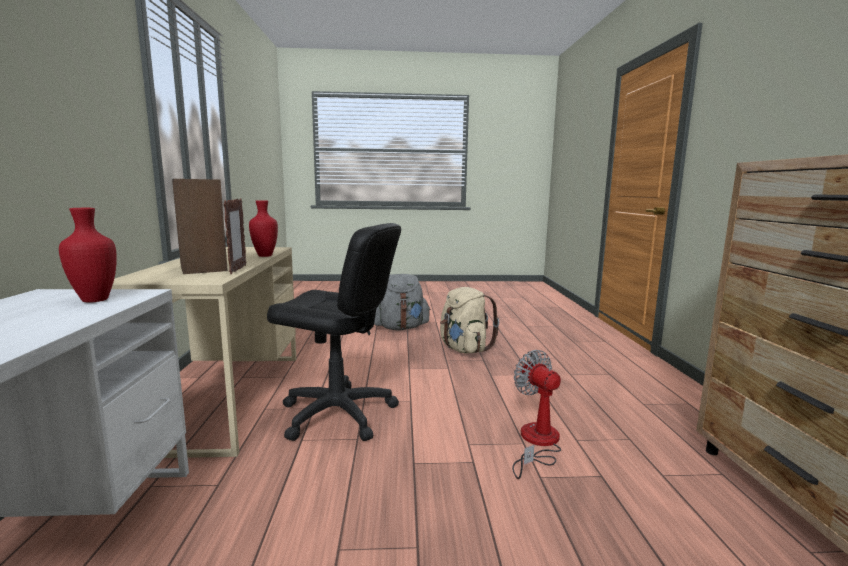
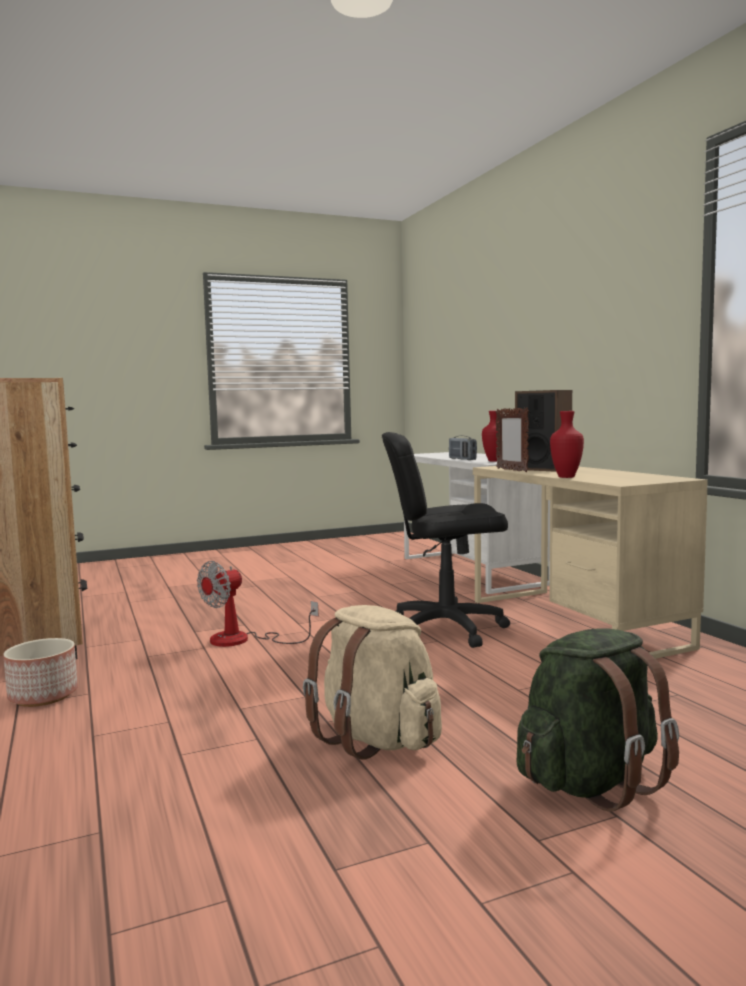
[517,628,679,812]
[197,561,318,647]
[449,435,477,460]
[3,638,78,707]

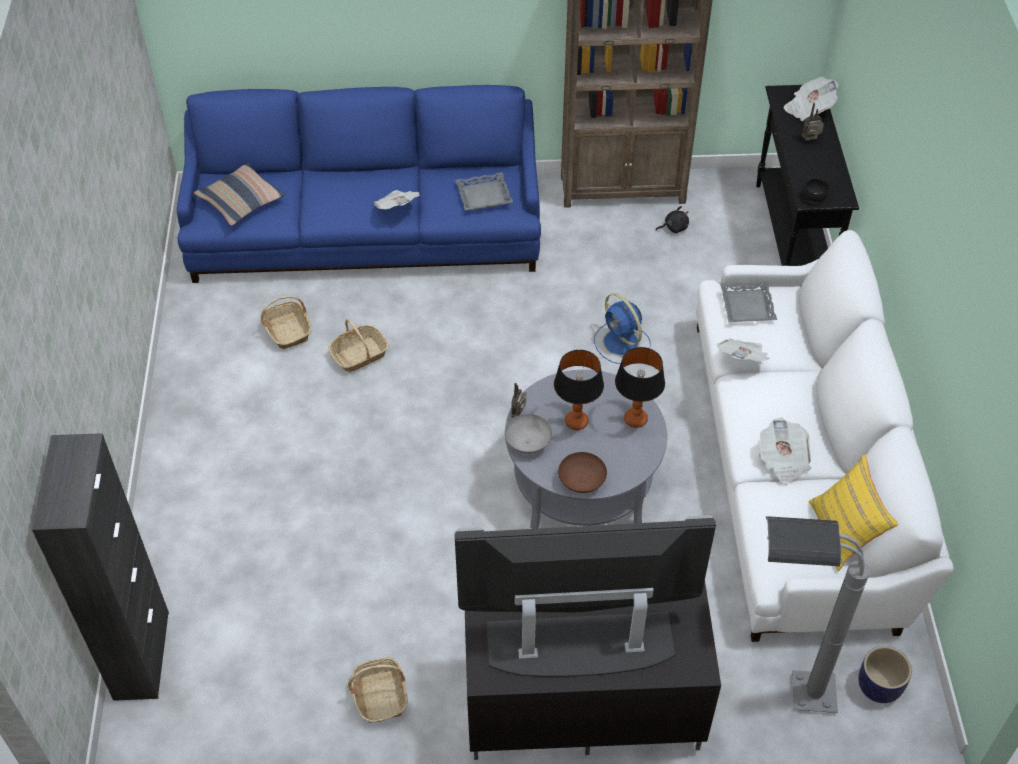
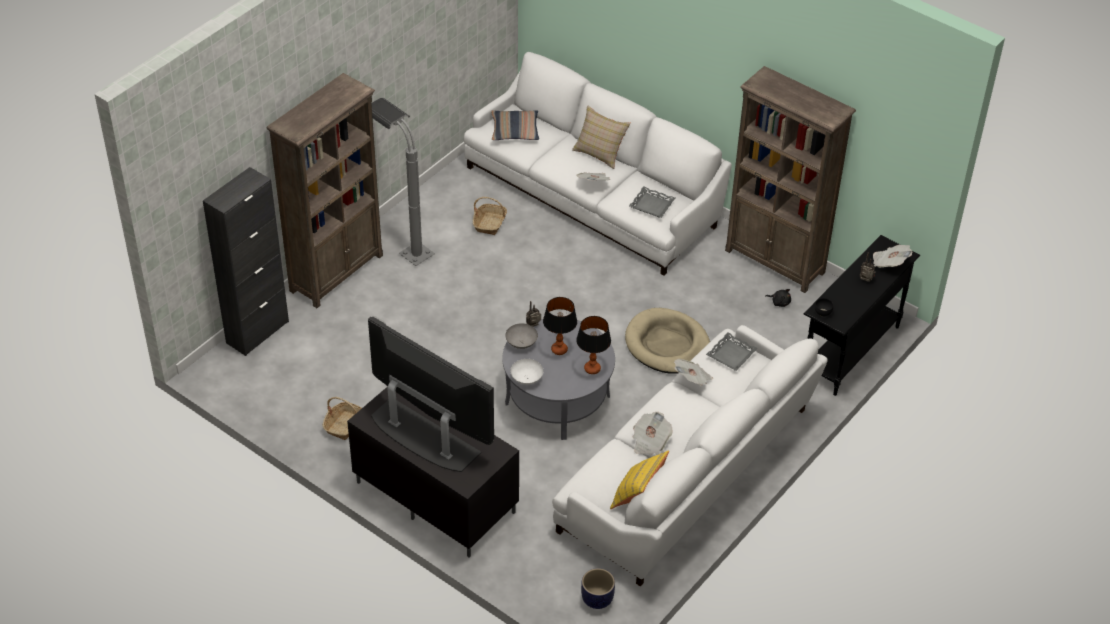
[464,52,732,276]
[625,308,710,374]
[328,319,389,372] (first image)
[510,359,544,385]
[371,98,435,266]
[267,73,383,308]
[572,105,631,169]

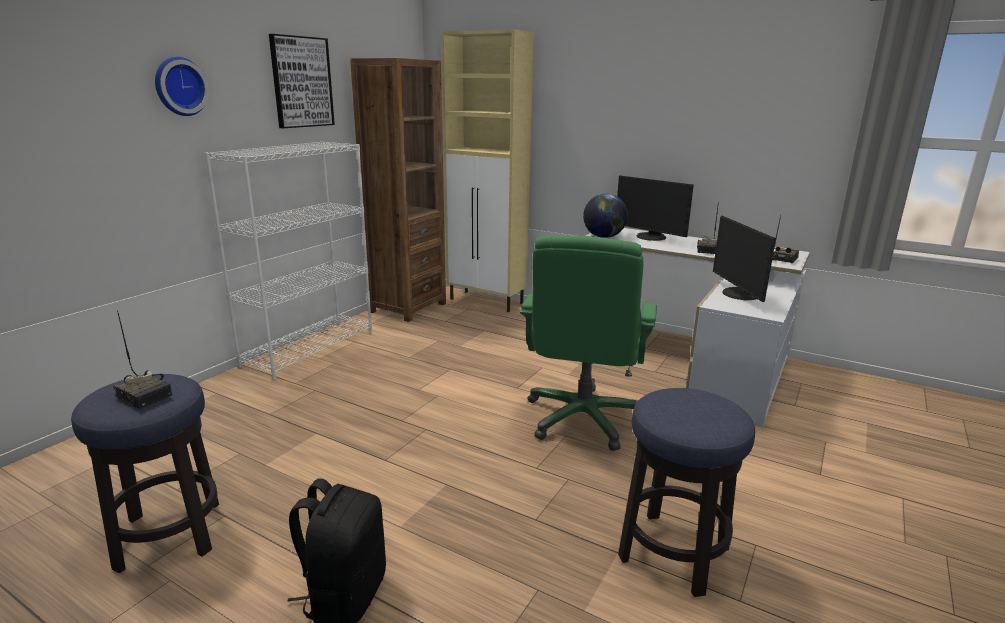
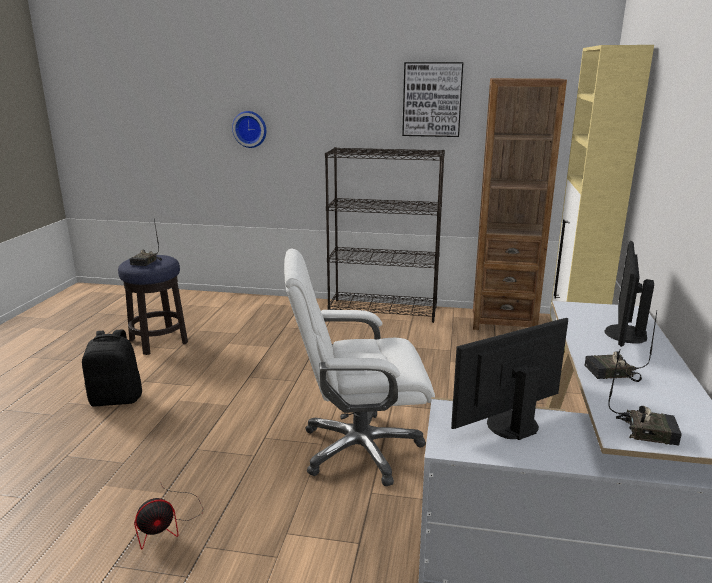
[232,111,266,148]
[325,147,445,323]
[583,194,628,238] (first image)
[284,249,435,486]
[134,482,203,549]

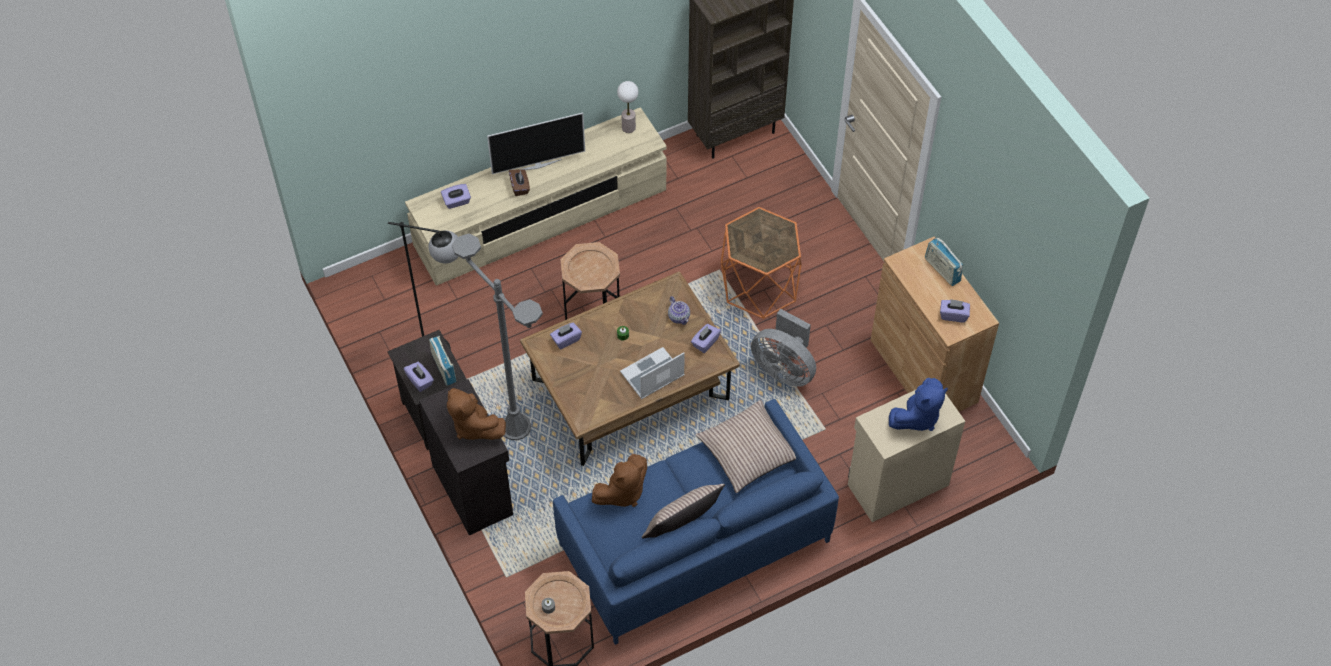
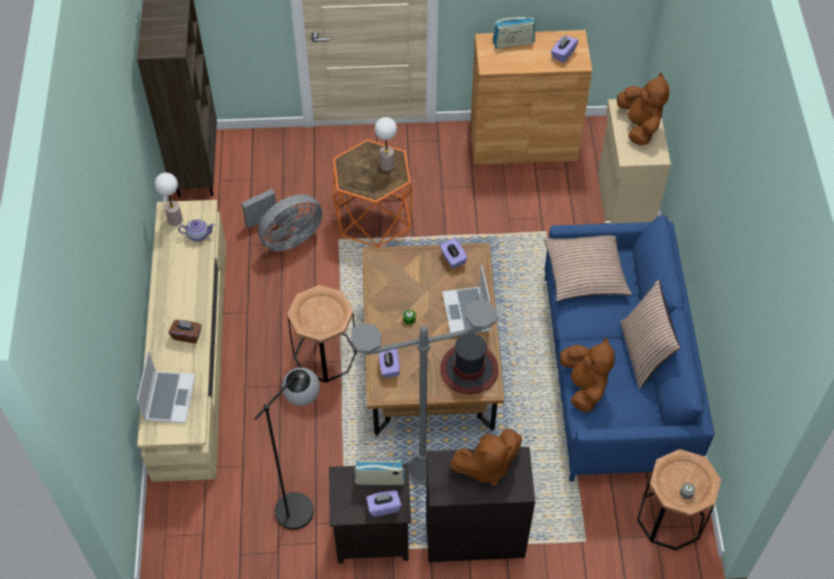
[487,113,585,174] (first image)
[137,351,195,423]
[178,219,215,242]
[242,189,323,251]
[617,73,669,146]
[375,117,397,171]
[440,333,499,394]

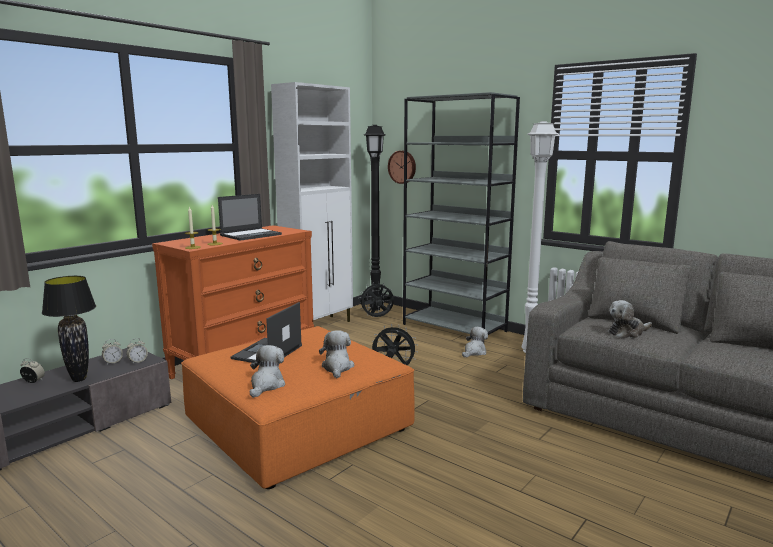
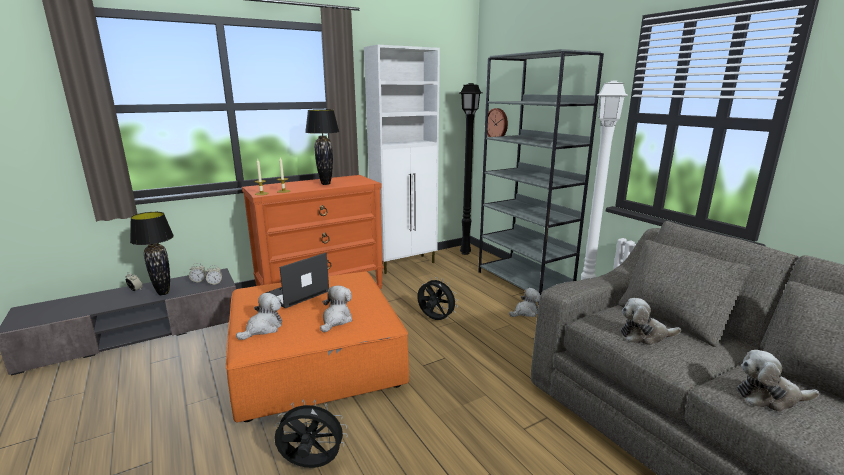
[305,109,339,185]
[274,399,348,468]
[737,350,819,412]

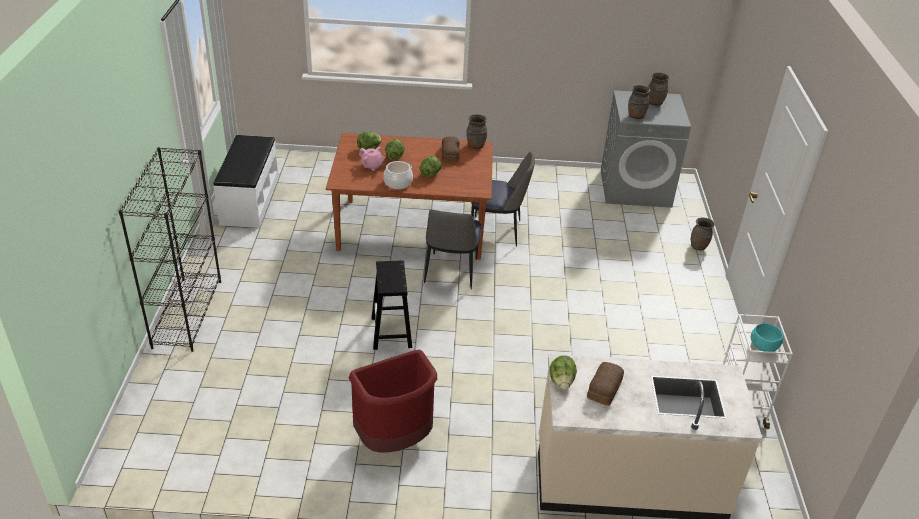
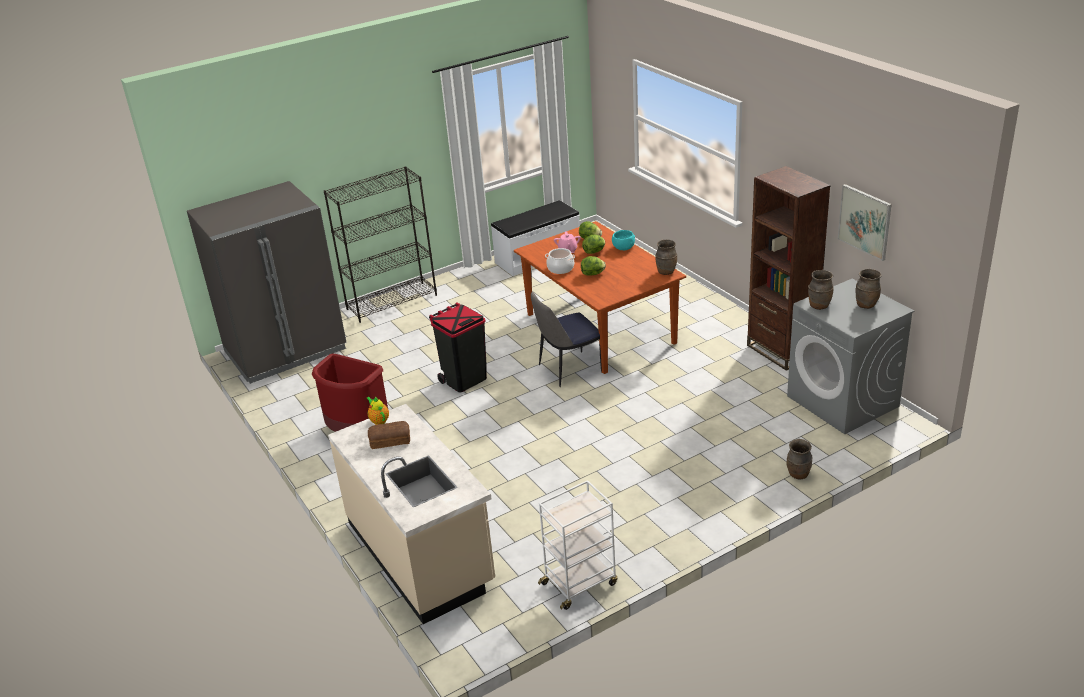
[442,137,460,162] (first image)
[471,152,535,247] (first image)
[429,302,487,392]
[612,230,635,250]
[367,397,389,425]
[747,166,831,371]
[187,181,346,384]
[838,184,892,261]

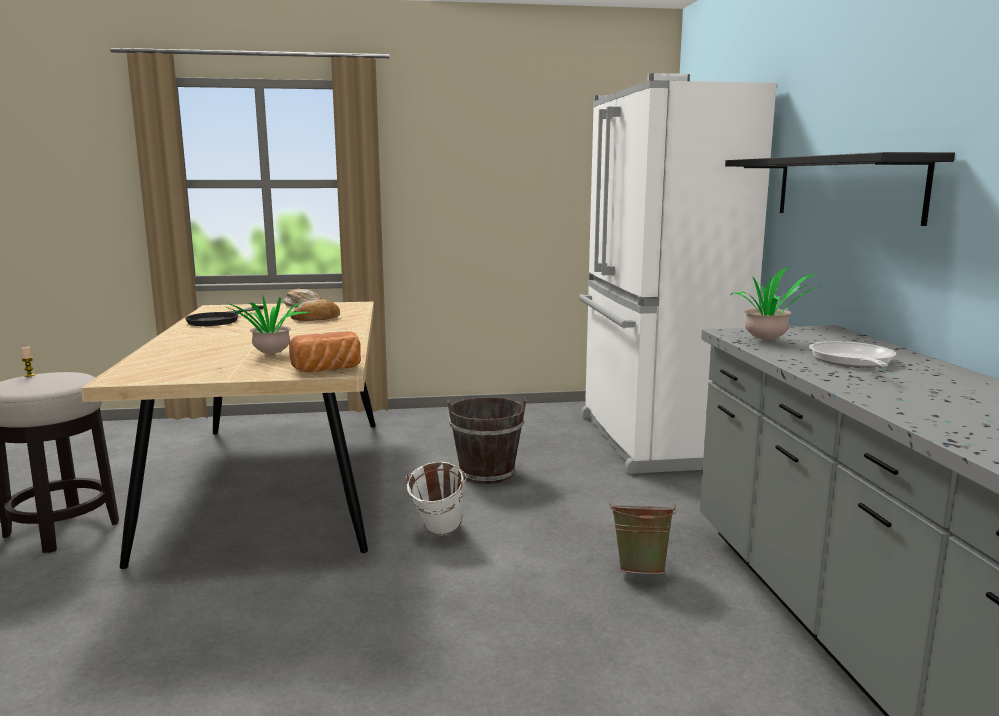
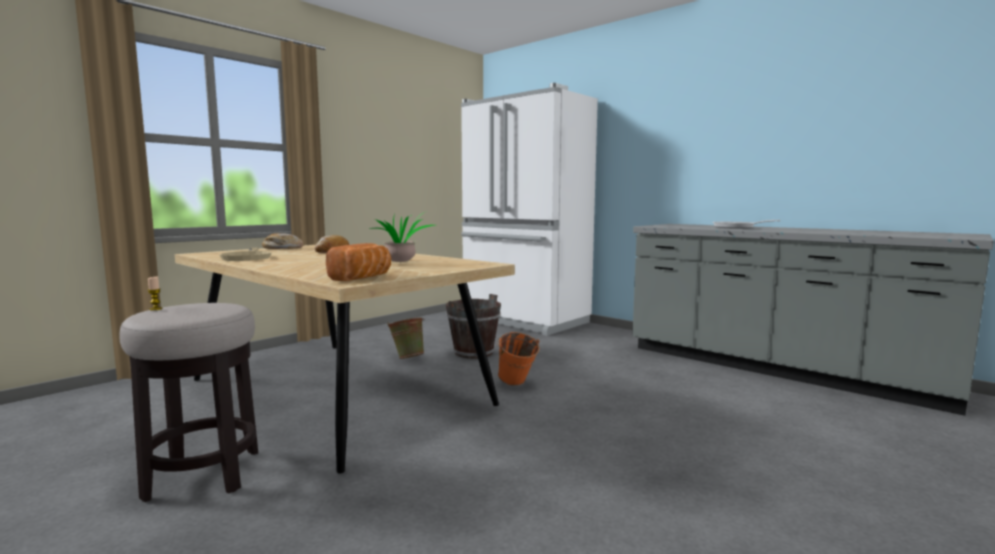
[725,152,955,226] (first image)
[730,266,821,341] (first image)
[219,248,272,261]
[326,243,391,281]
[496,332,540,386]
[387,317,425,359]

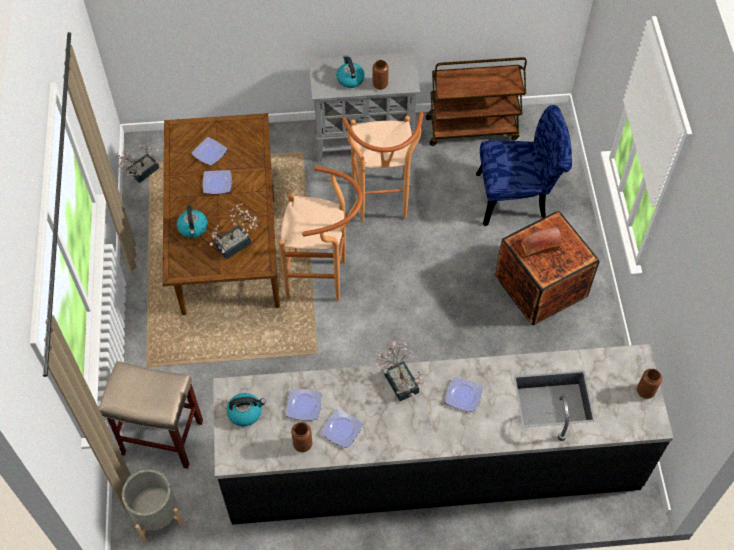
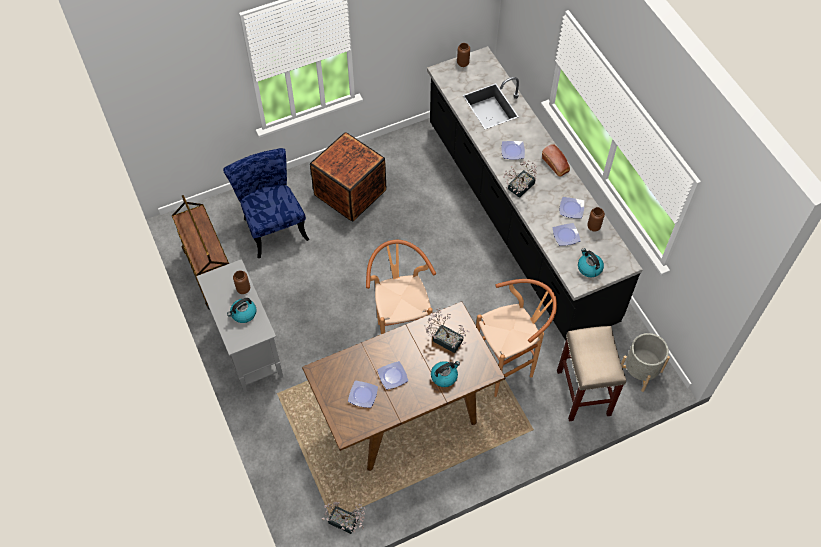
[476,279,557,397]
[542,144,570,177]

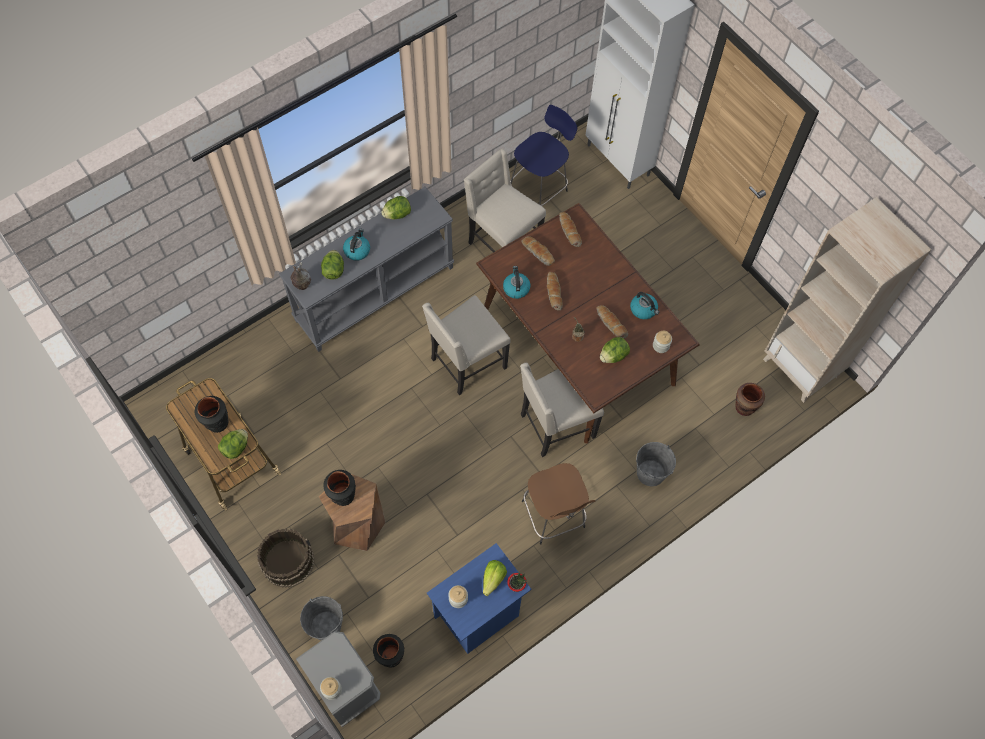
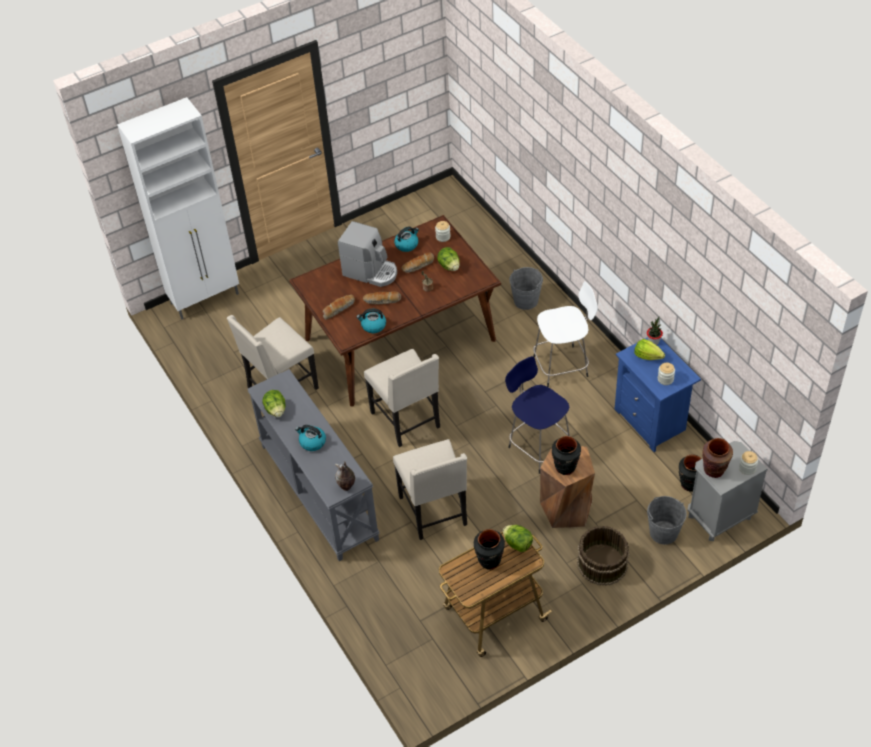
[505,356,570,474]
[763,197,932,403] (first image)
[559,212,582,247] (first image)
[321,250,344,280] (first image)
[393,439,467,540]
[702,438,733,478]
[533,281,598,387]
[338,221,397,287]

